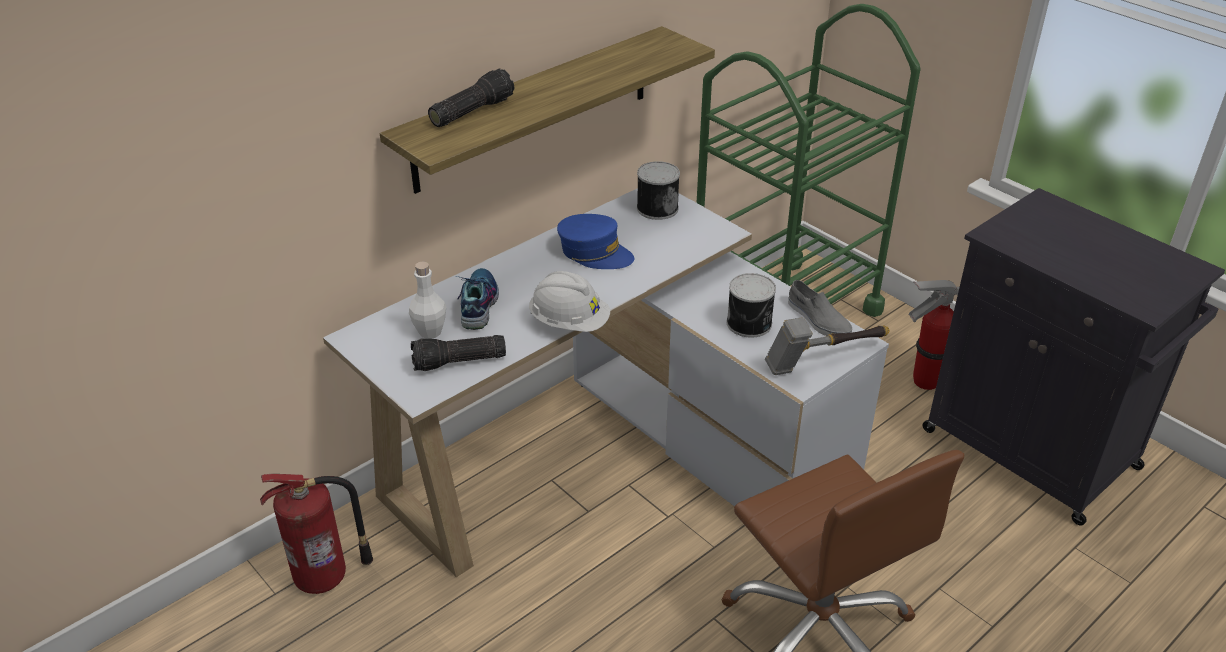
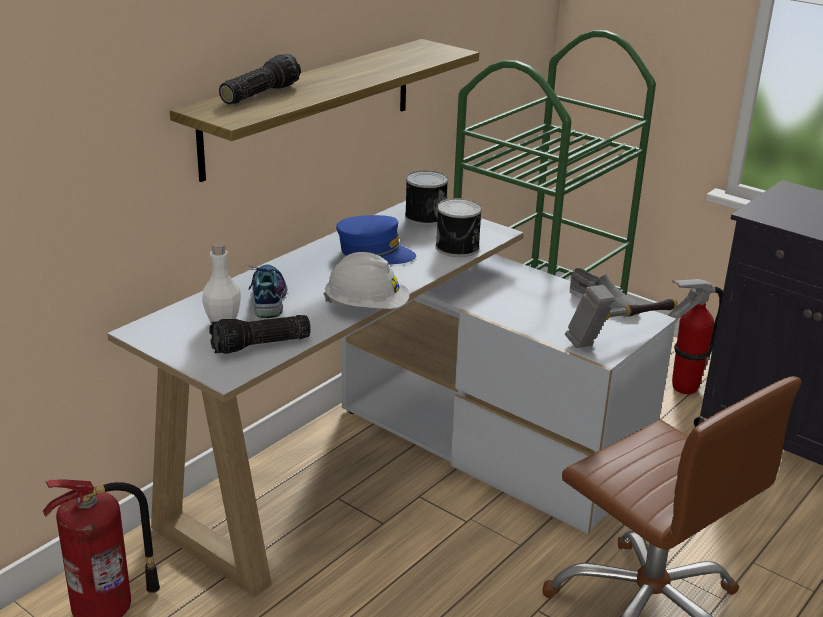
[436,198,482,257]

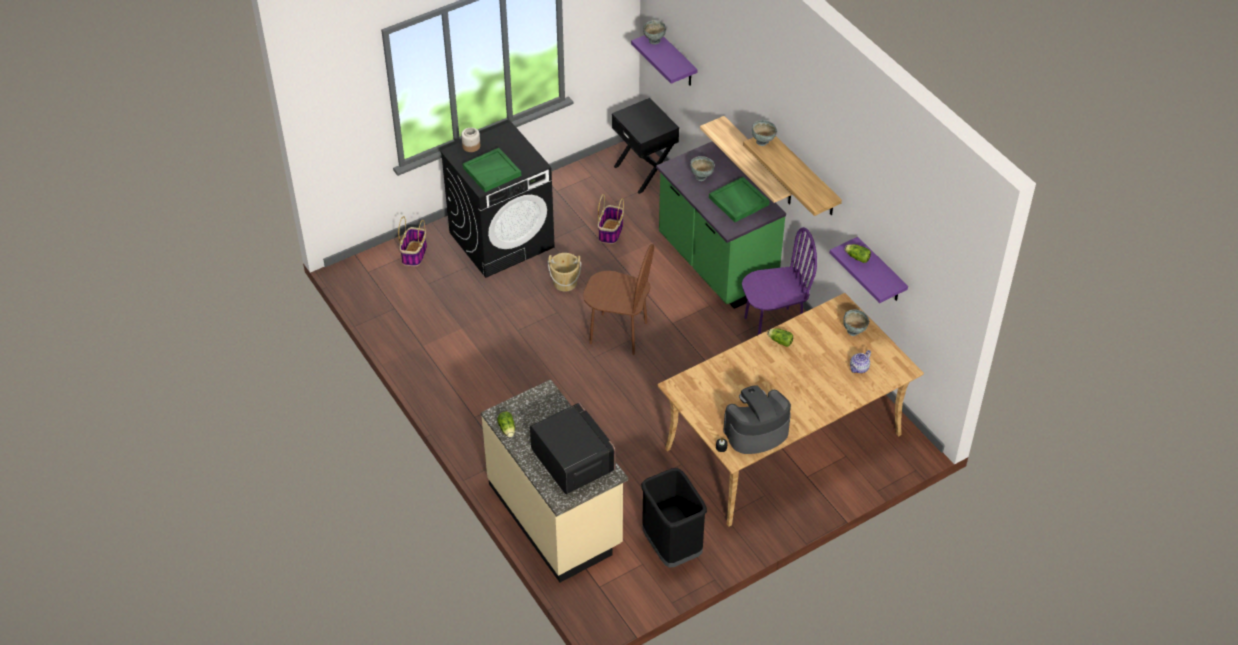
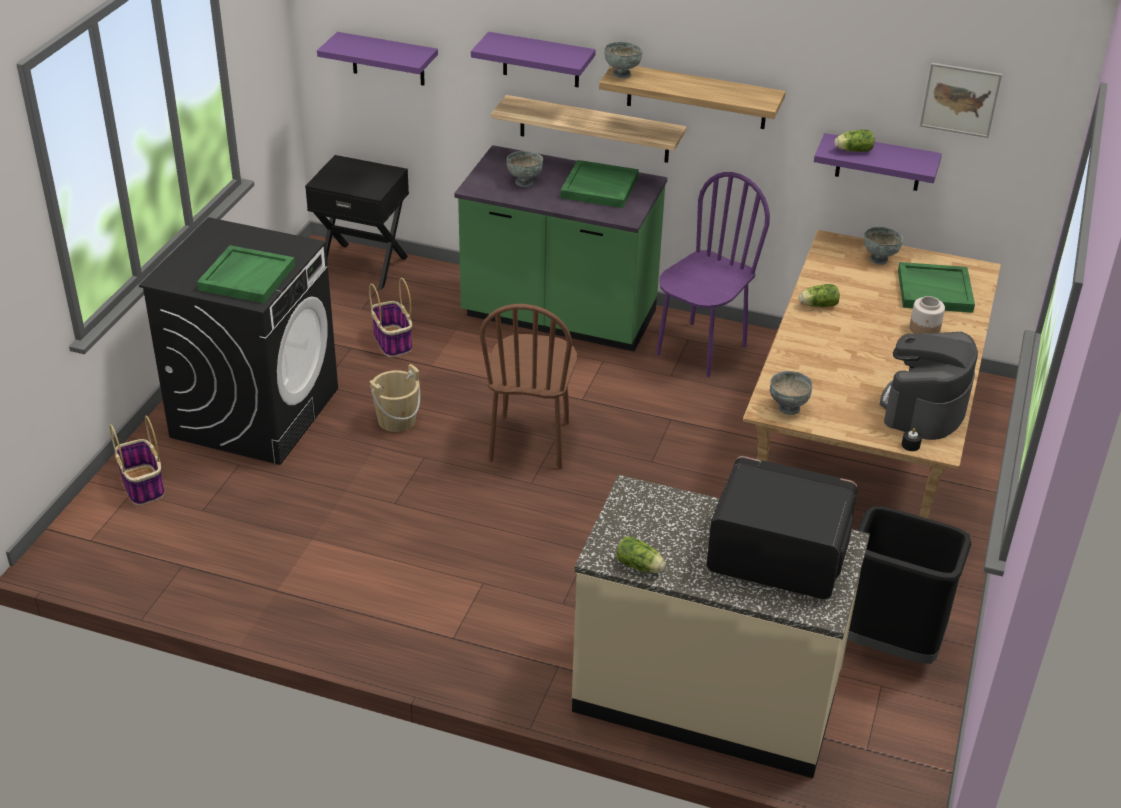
[770,371,812,415]
[909,296,945,334]
[480,304,577,469]
[898,262,975,313]
[471,32,596,87]
[920,63,1002,138]

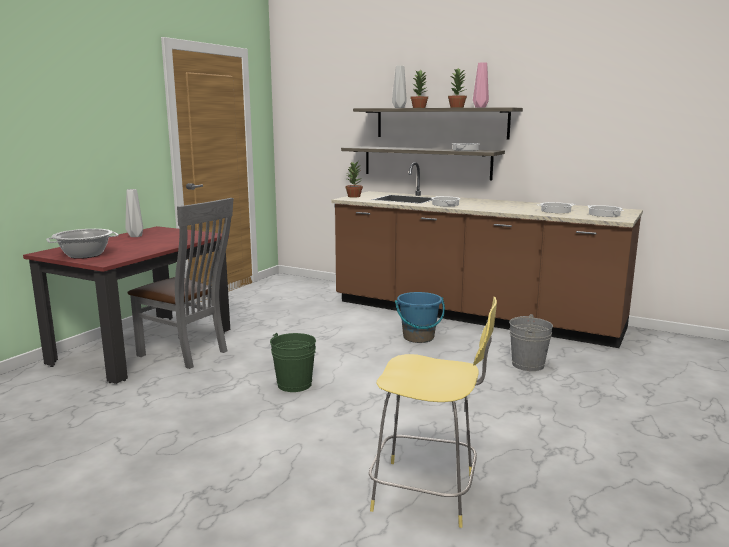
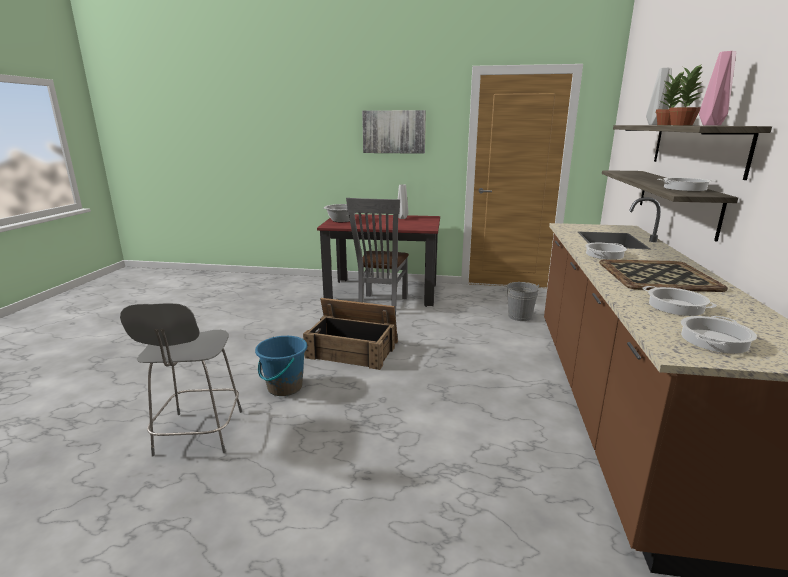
[345,161,363,198] (first image)
[255,336,307,396]
[120,303,242,457]
[505,282,540,321]
[303,298,398,370]
[362,110,426,154]
[599,259,728,292]

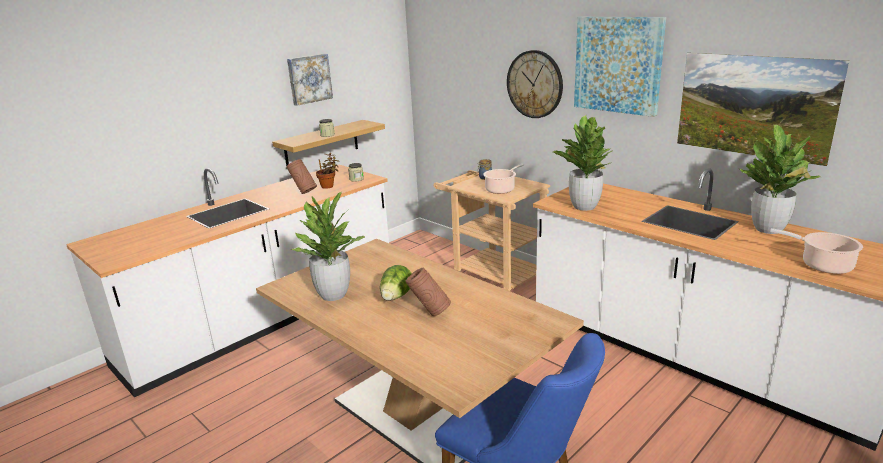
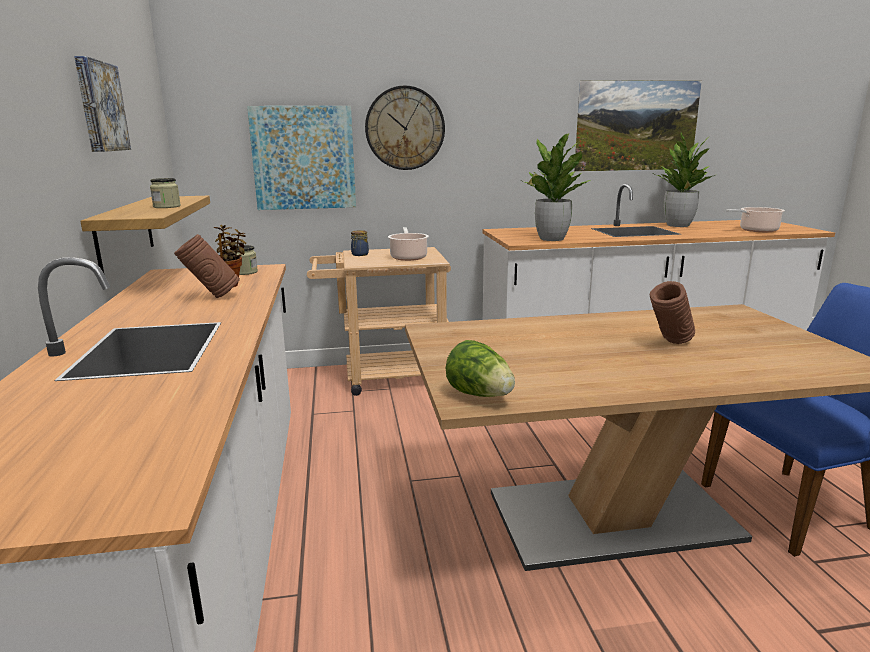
[247,106,356,210]
[291,192,365,301] (first image)
[446,340,515,397]

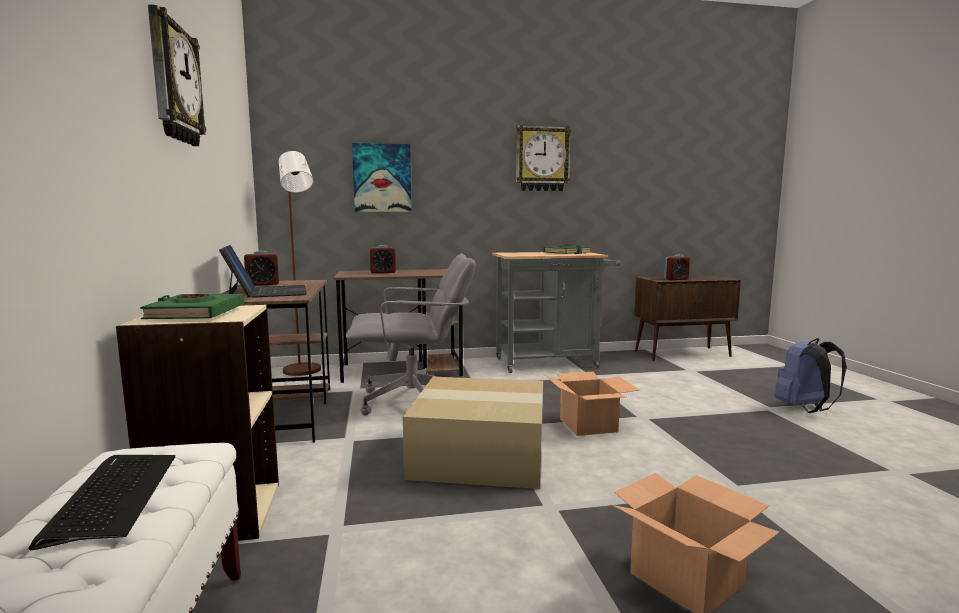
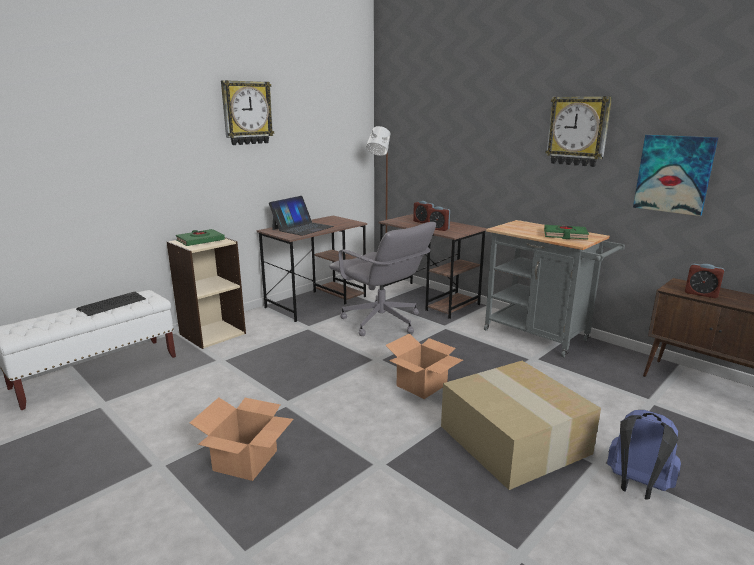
[633,135,718,216]
[427,207,450,231]
[441,361,601,490]

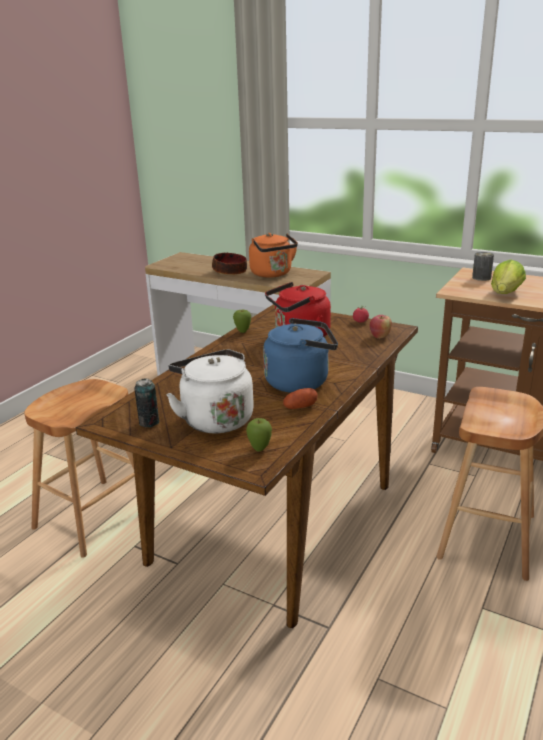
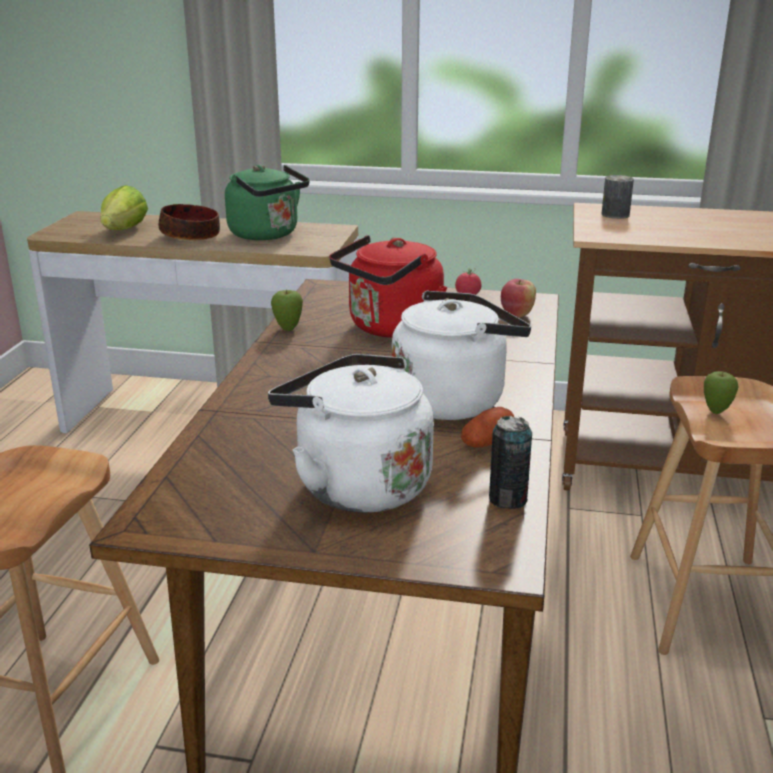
[225,165,309,240]
[101,185,148,230]
[392,291,531,420]
[489,416,532,509]
[704,371,739,414]

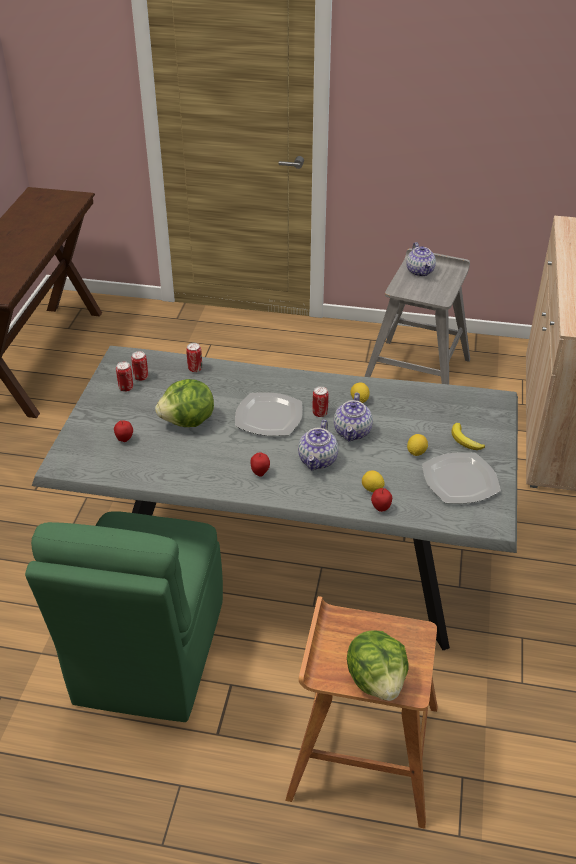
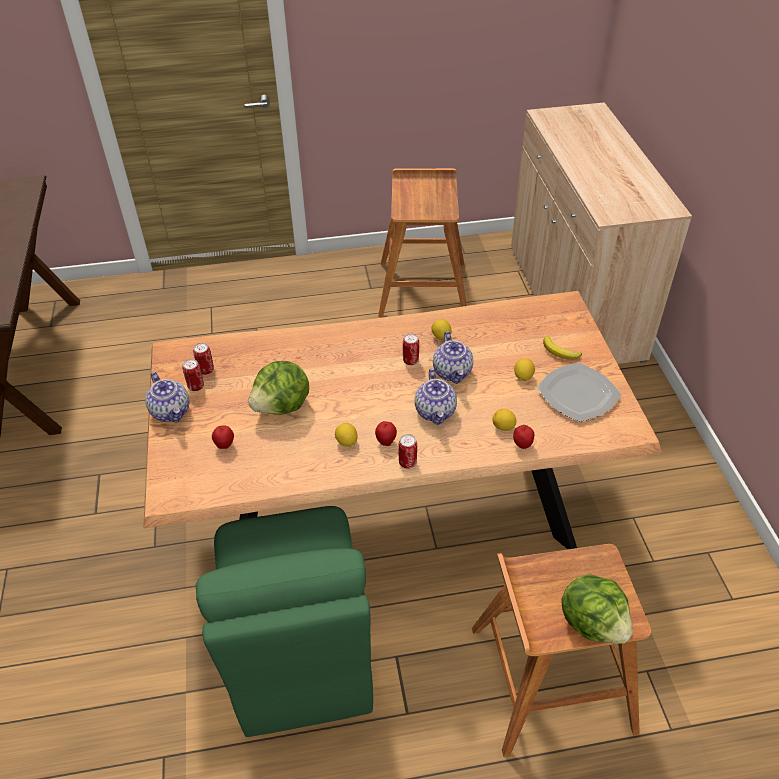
[145,372,190,423]
[378,168,467,317]
[398,434,417,469]
[143,291,662,549]
[235,392,303,436] (first image)
[335,423,358,446]

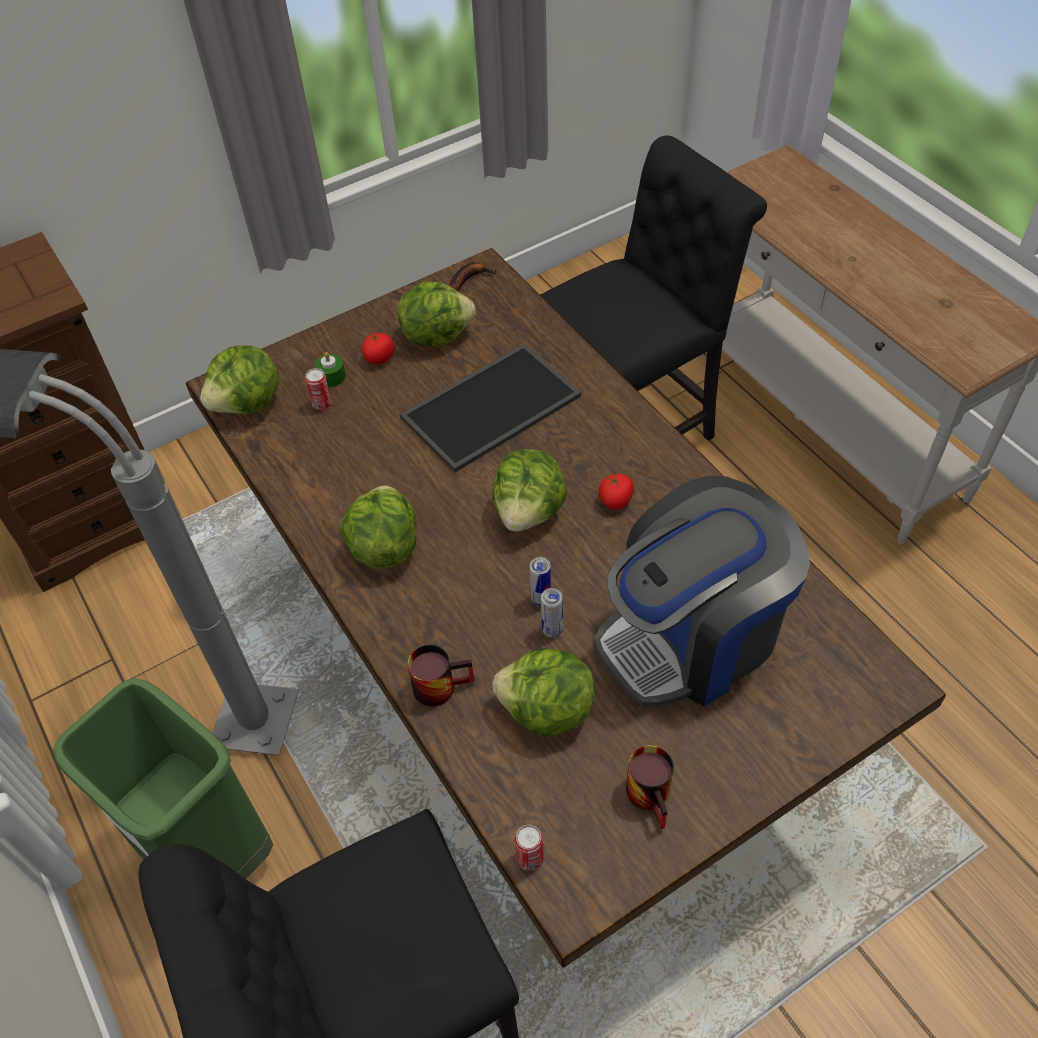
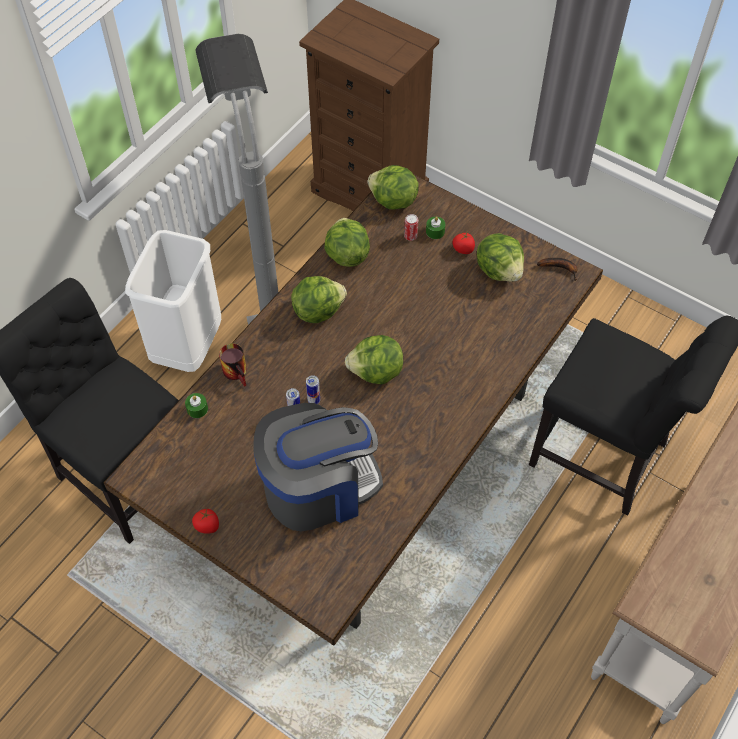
[400,344,581,472] (first image)
[192,508,219,534]
[253,403,383,531]
[324,218,370,267]
[125,230,221,372]
[626,745,674,829] (first image)
[515,825,544,871] (first image)
[185,393,208,418]

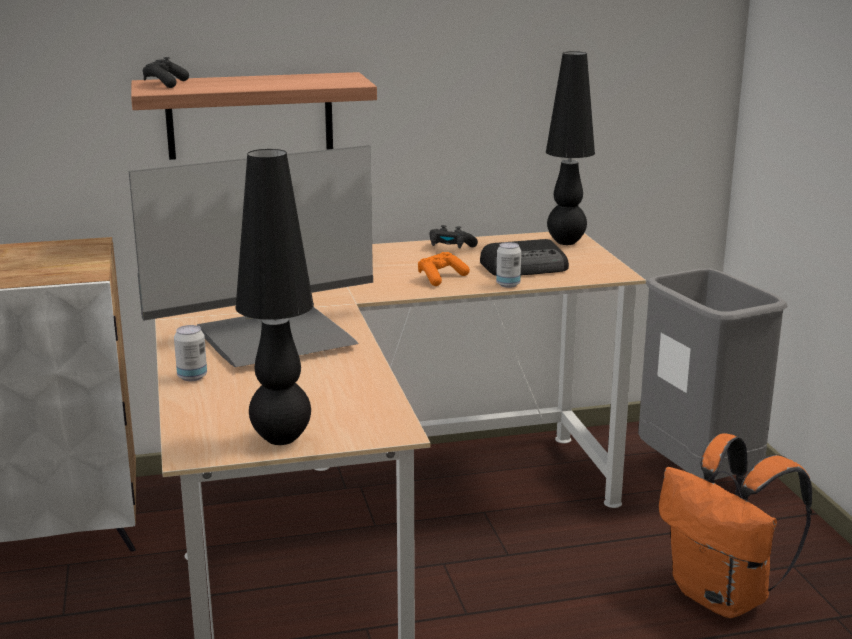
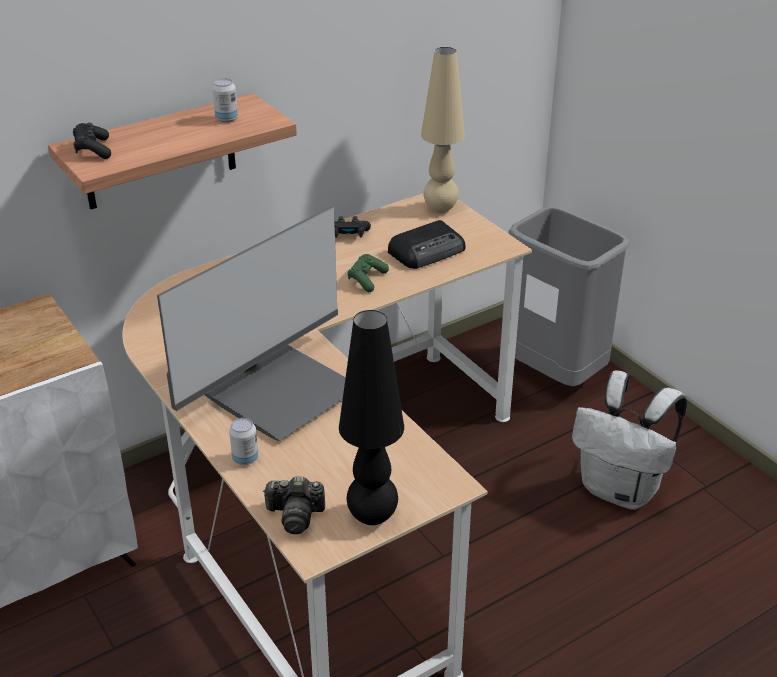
[421,47,465,213]
[212,78,238,123]
[348,254,389,292]
[572,371,687,510]
[263,476,325,534]

